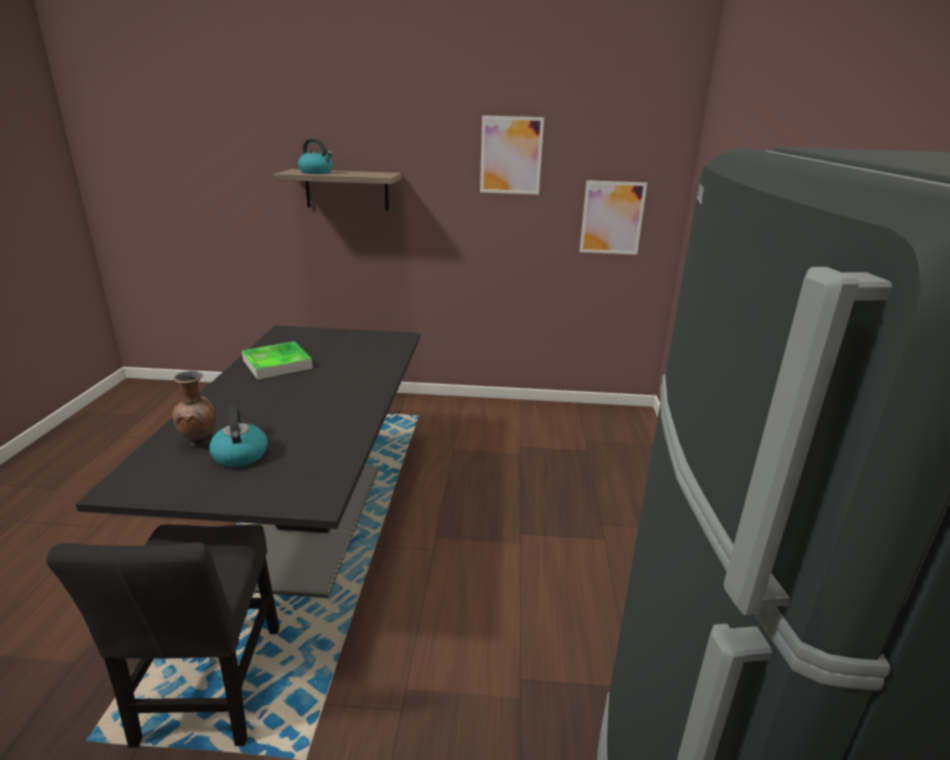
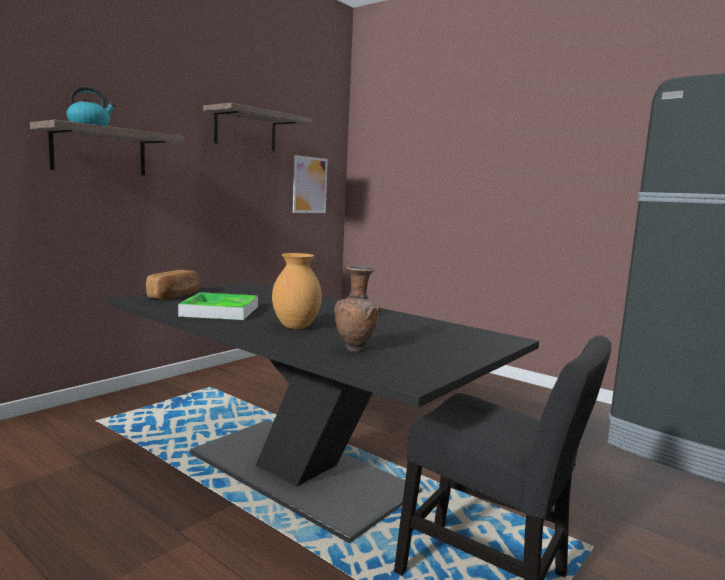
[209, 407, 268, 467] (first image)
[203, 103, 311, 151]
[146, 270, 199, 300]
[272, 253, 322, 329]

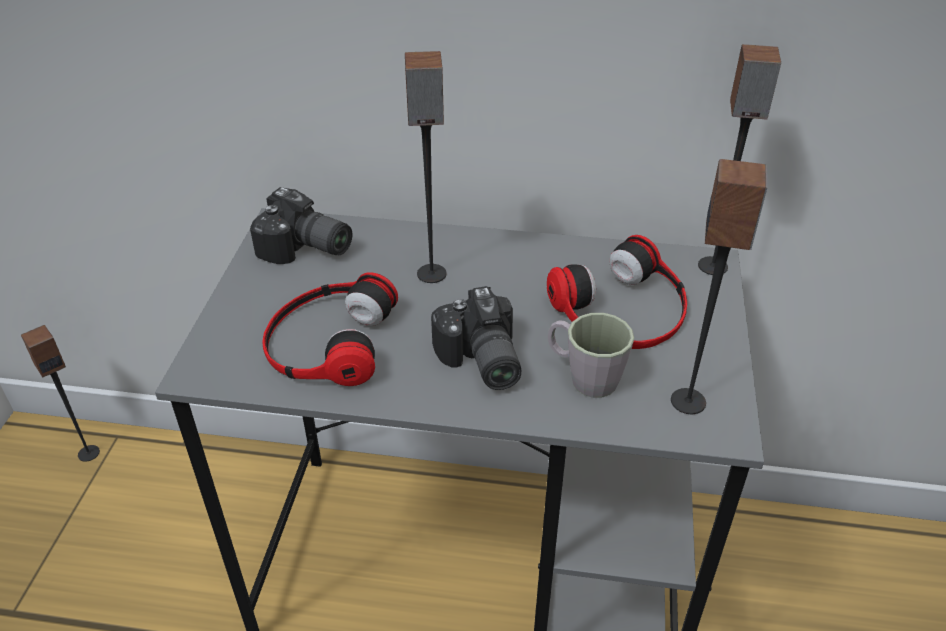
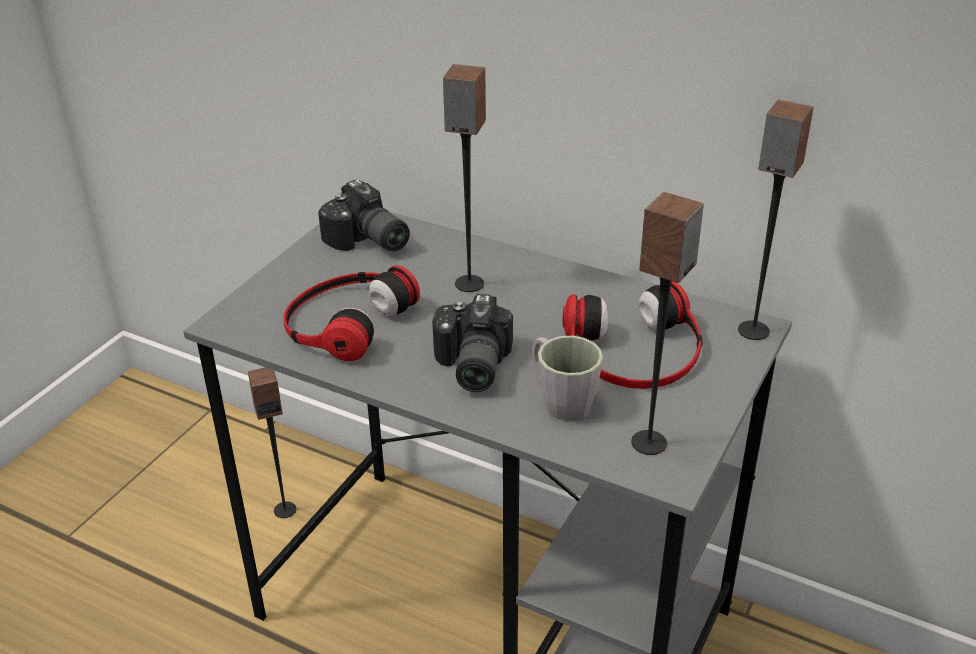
[248, 367, 296, 518]

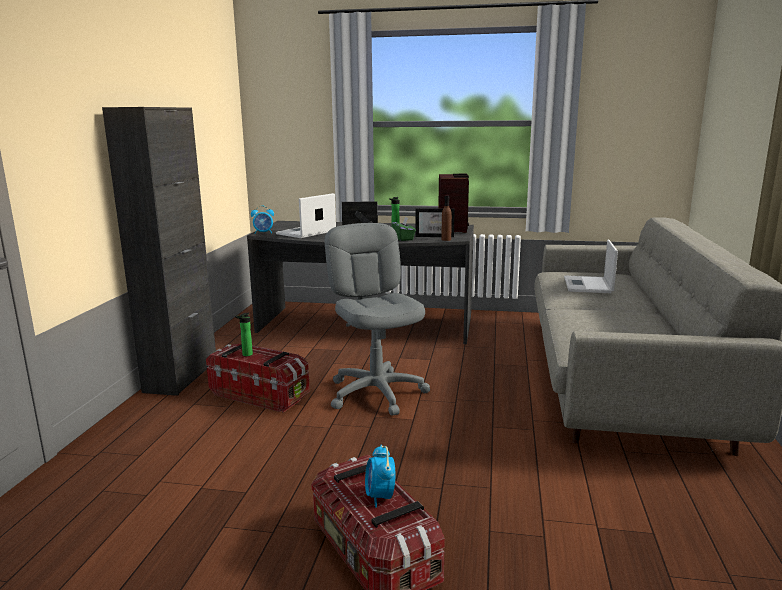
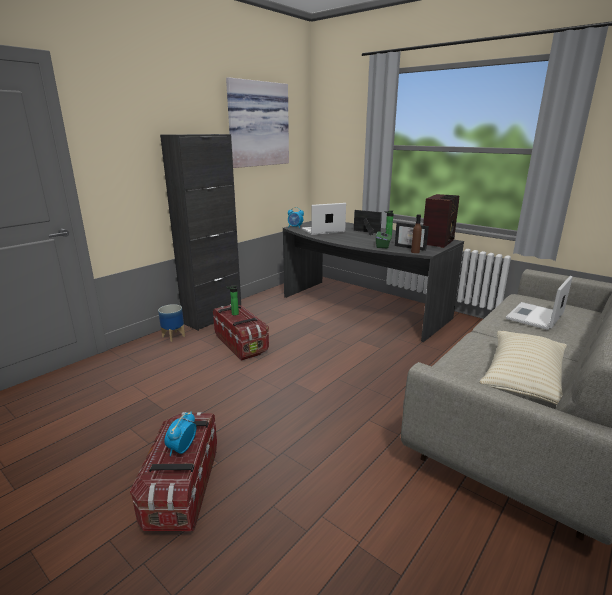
[325, 223, 430, 416] (first image)
[158, 304, 185, 342]
[226, 77, 289, 168]
[479, 331, 567, 405]

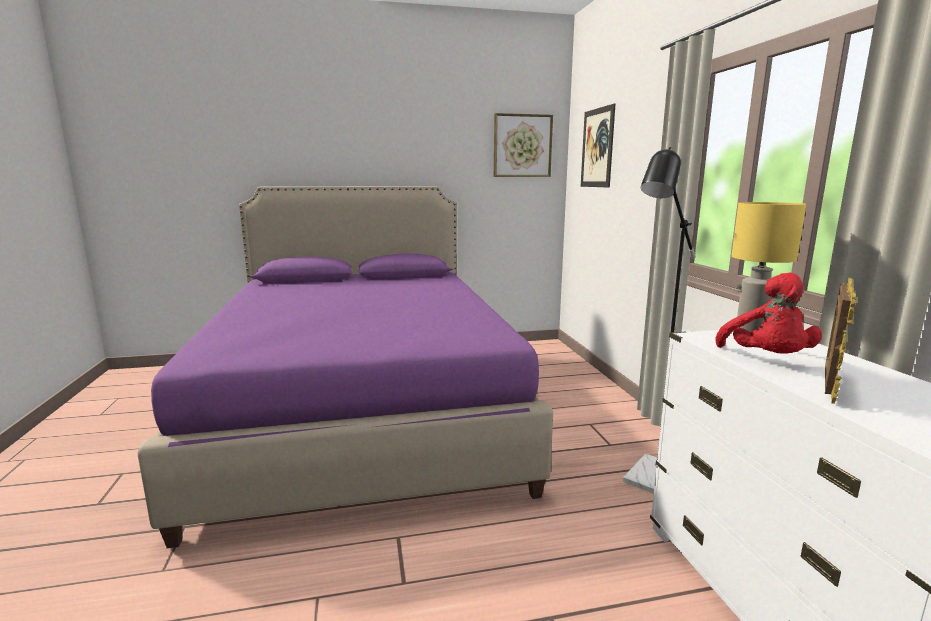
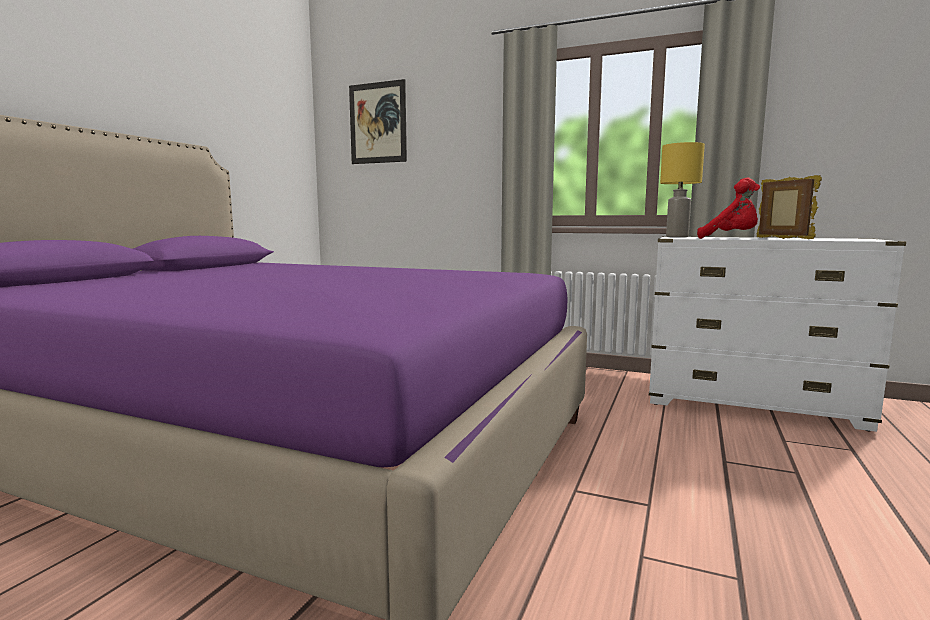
[494, 113, 553, 177] (first image)
[623, 147, 696, 494] (first image)

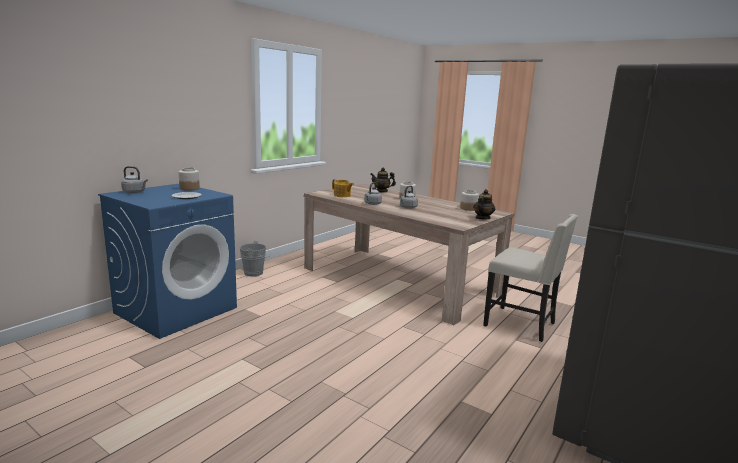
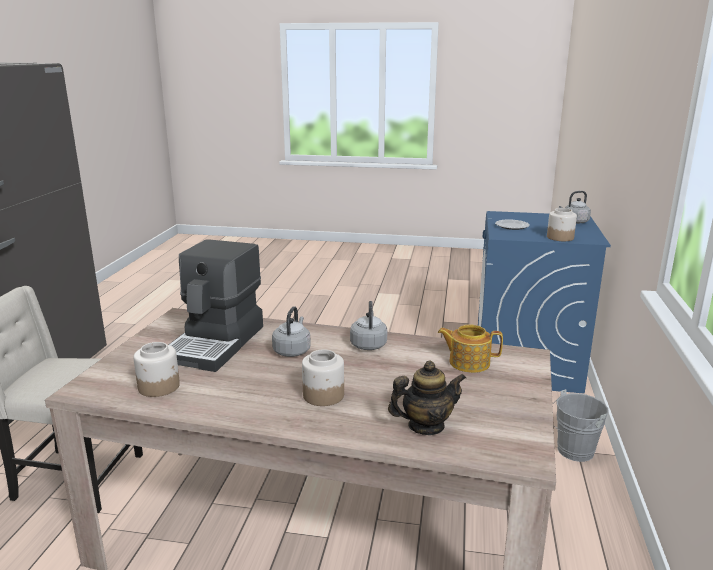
[473, 189, 495, 220] (first image)
[169, 239, 263, 372]

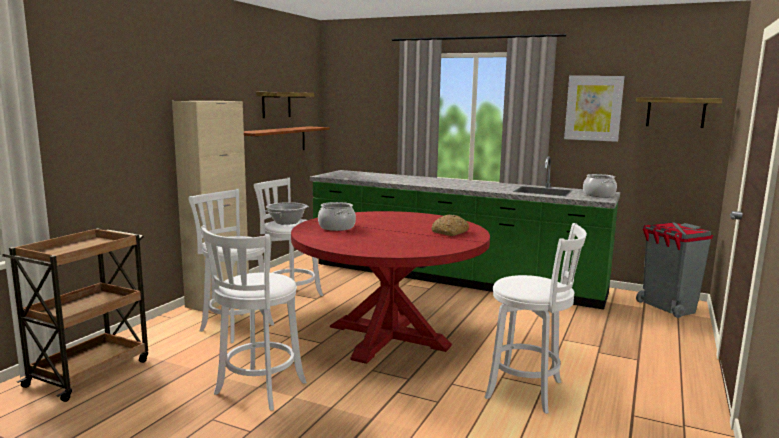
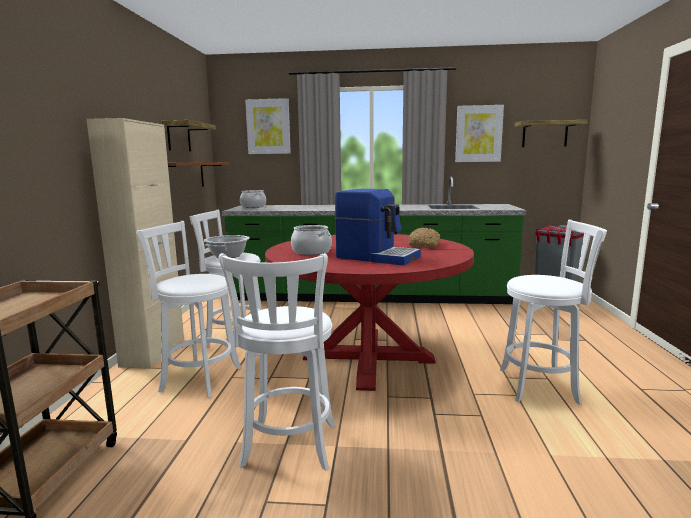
[240, 190, 266, 208]
[245, 98, 291, 154]
[335, 189, 421, 265]

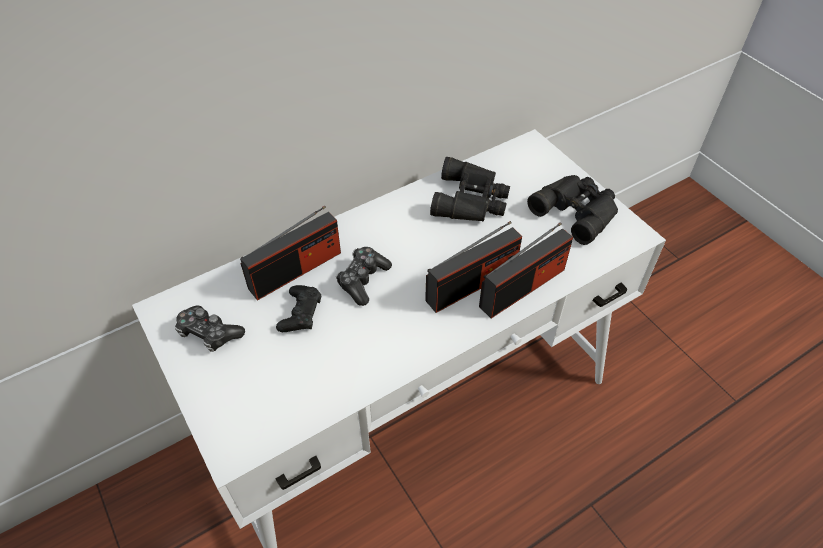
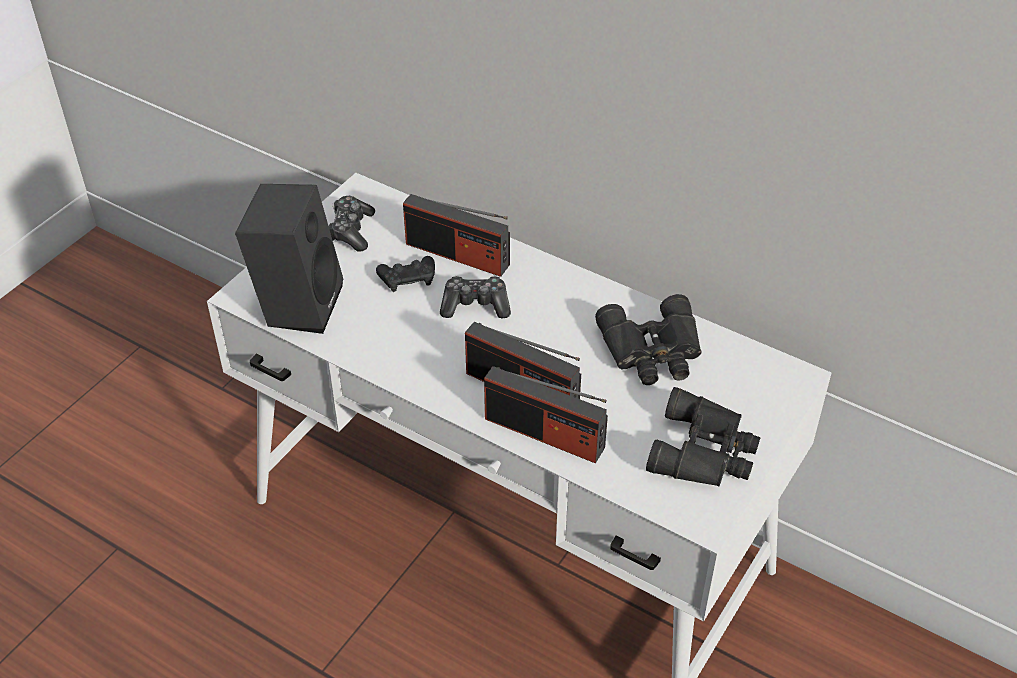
[235, 184, 343, 334]

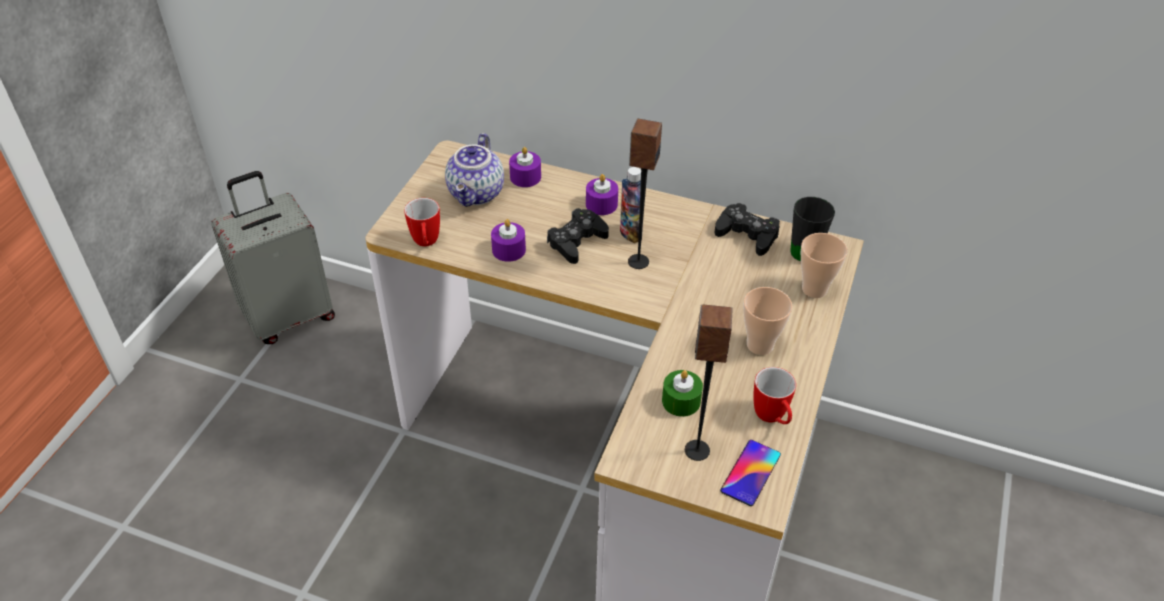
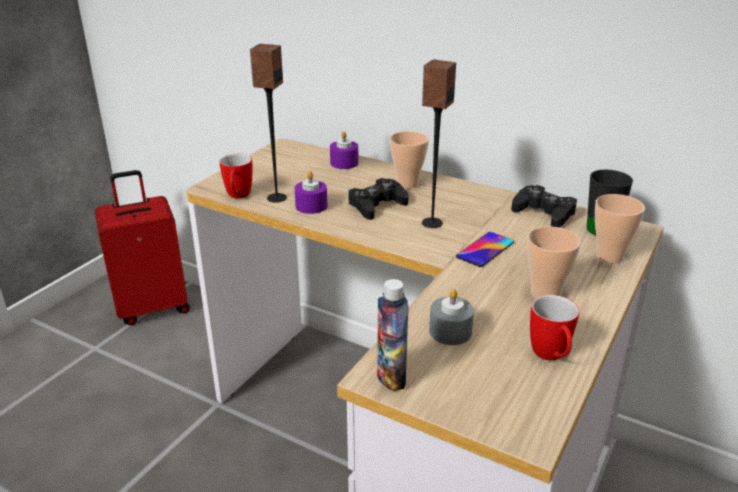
[95, 170, 190, 325]
[445, 133, 504, 207] (first image)
[390, 131, 429, 189]
[377, 279, 408, 391]
[429, 289, 474, 345]
[250, 44, 287, 203]
[456, 232, 514, 267]

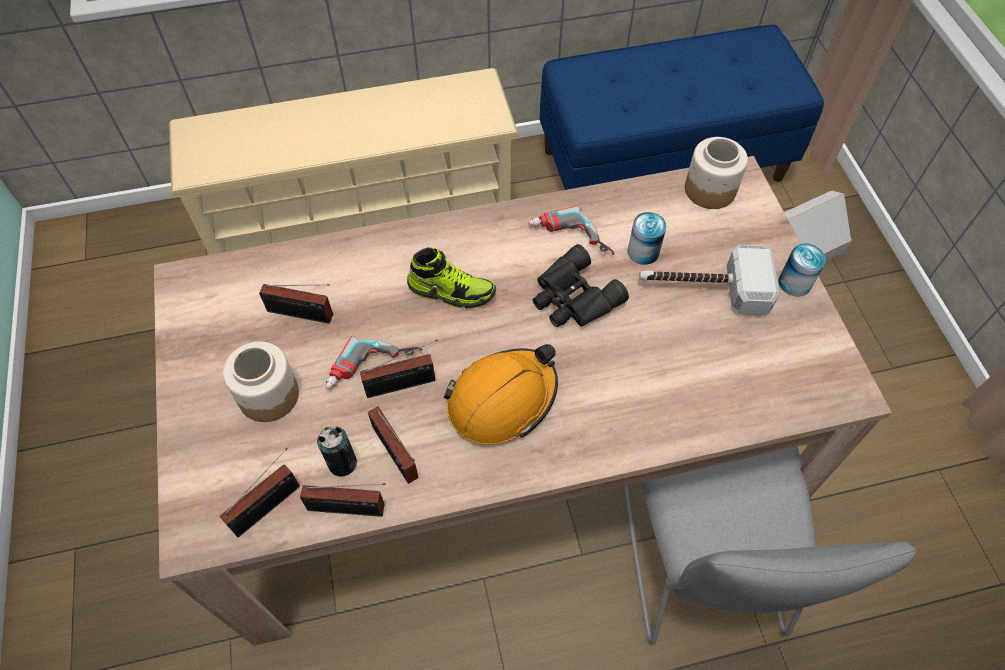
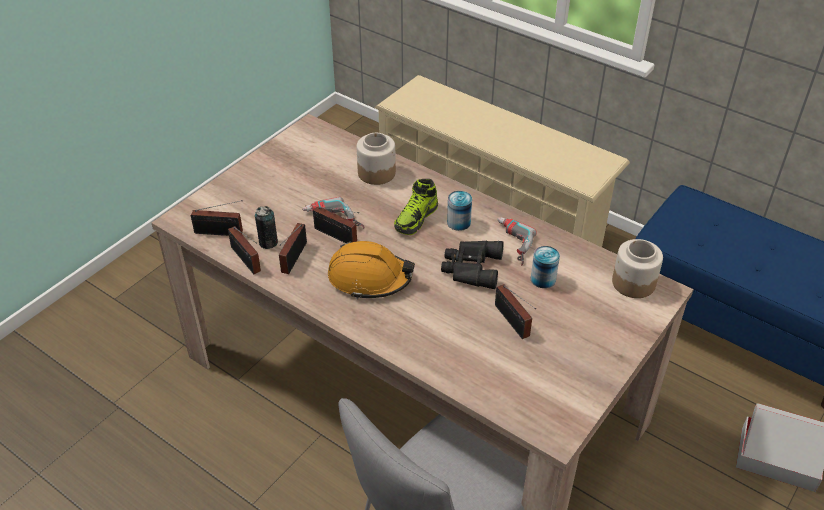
[357, 133, 396, 185]
[495, 284, 536, 339]
[394, 179, 438, 235]
[639, 245, 779, 315] (first image)
[447, 191, 472, 231]

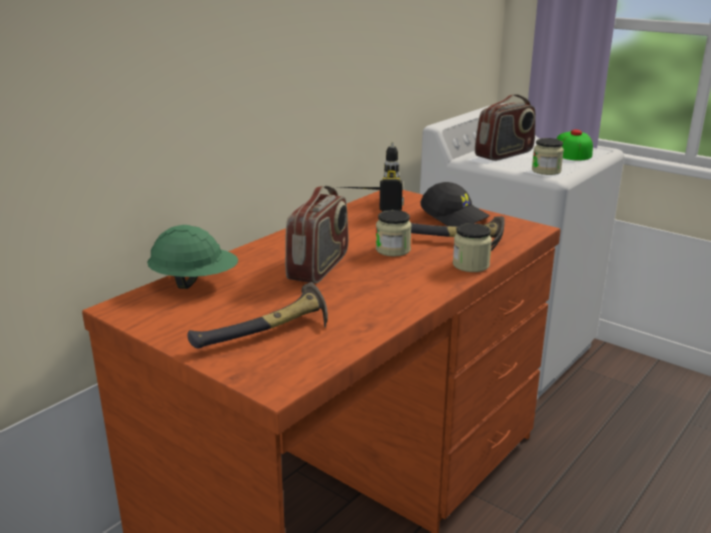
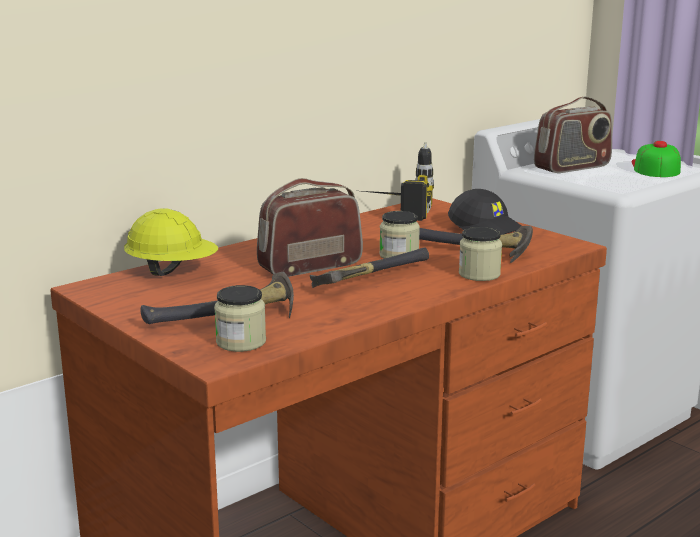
[124, 208, 218, 276]
[257, 178, 363, 277]
[214, 285, 266, 352]
[310, 247, 429, 288]

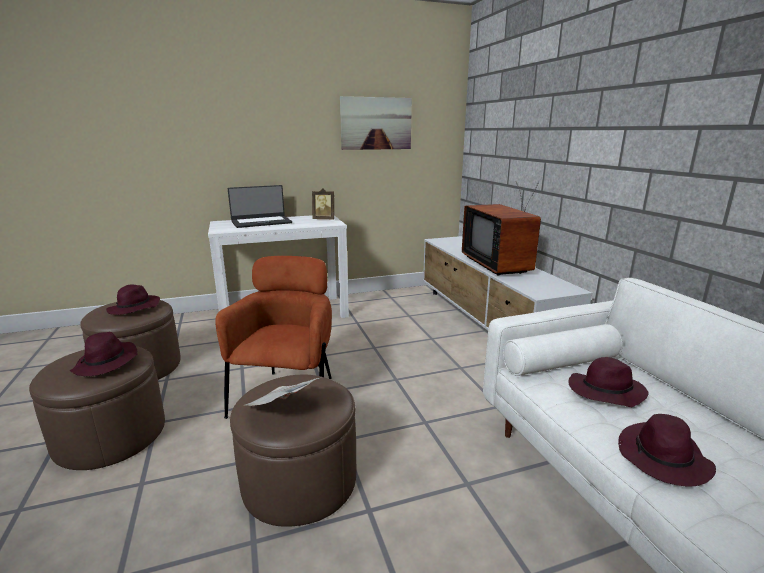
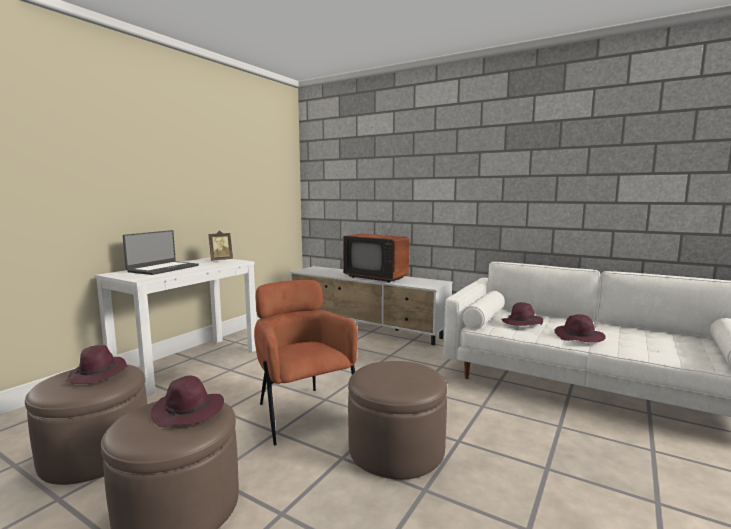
[245, 378, 319, 406] (first image)
[340, 96, 412, 150] (first image)

